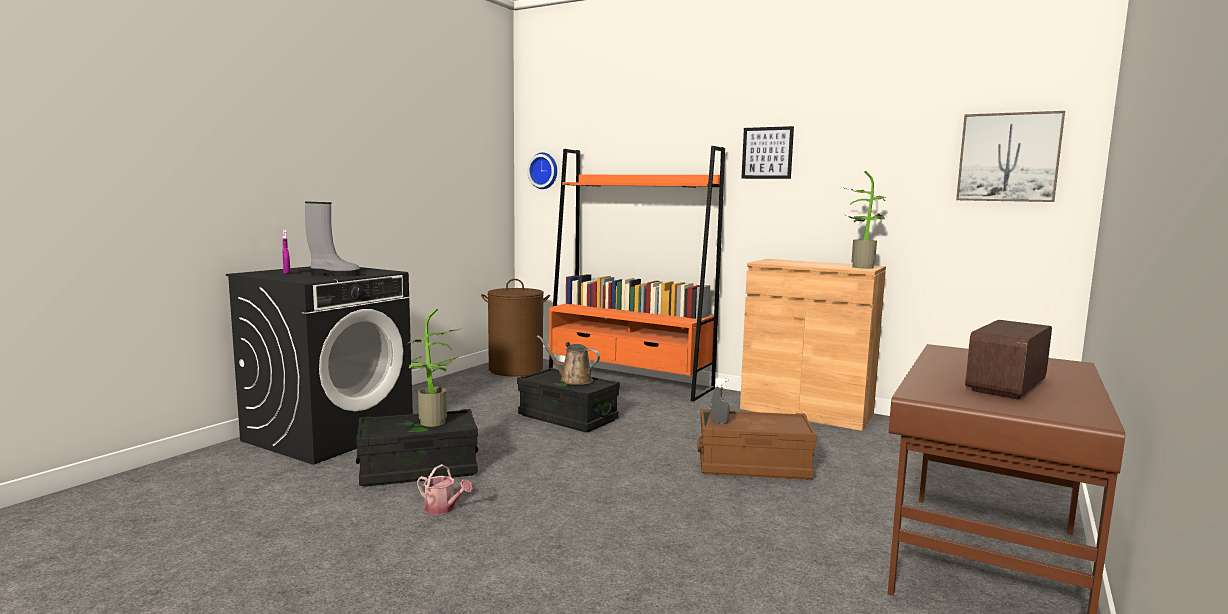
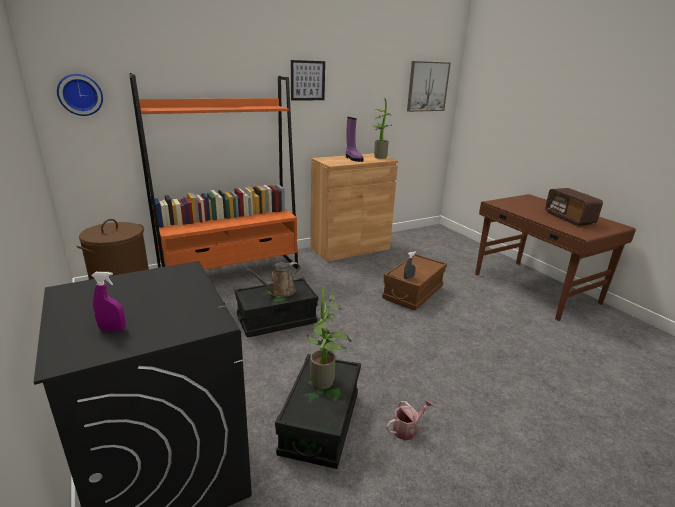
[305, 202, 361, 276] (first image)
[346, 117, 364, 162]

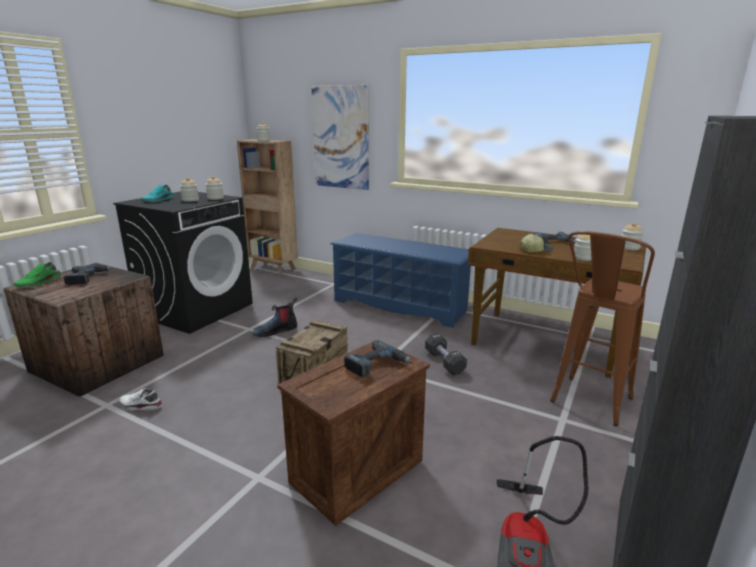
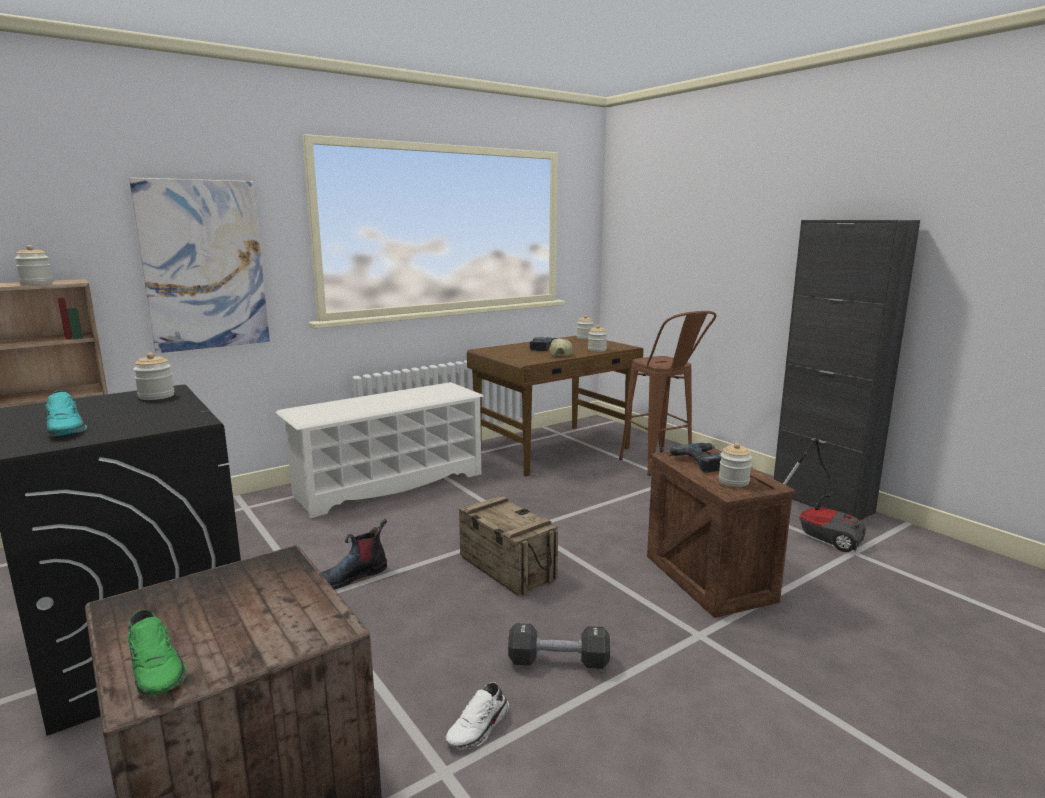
[63, 265, 112, 285] (first image)
[719, 443, 752, 487]
[321, 519, 387, 589]
[276, 382, 484, 518]
[508, 623, 610, 669]

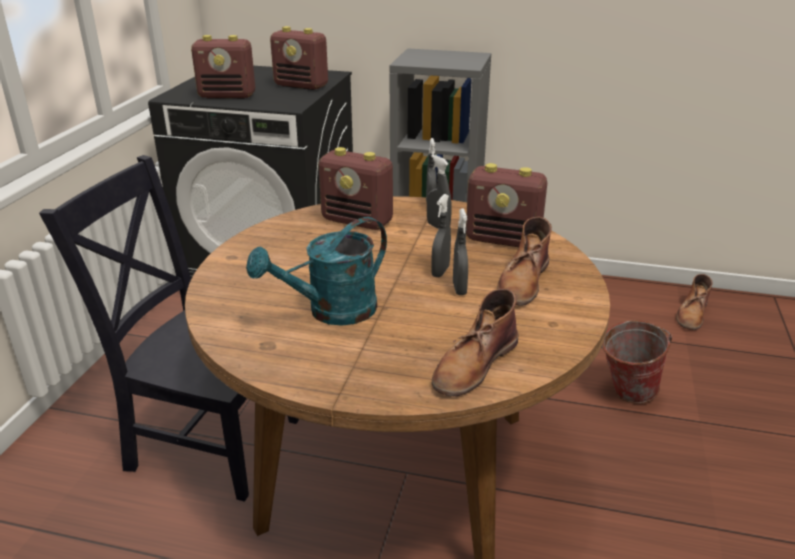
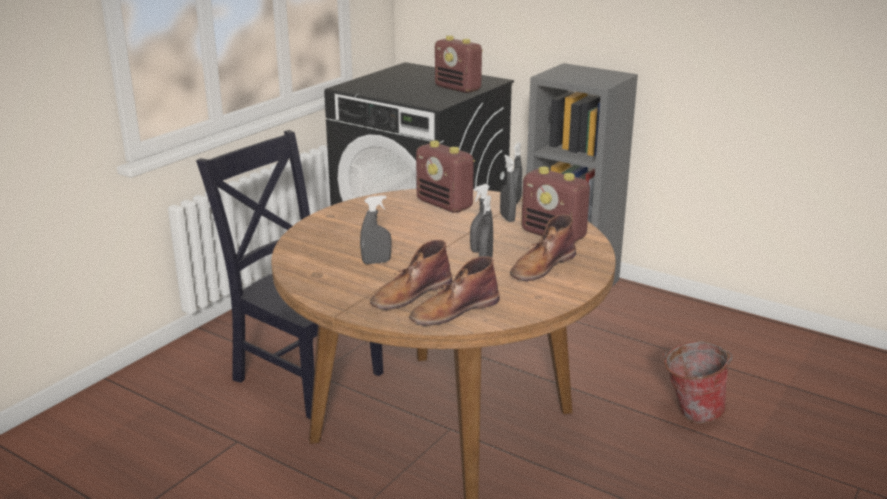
[191, 35, 255, 99] (first image)
[360, 195, 392, 264]
[370, 240, 452, 310]

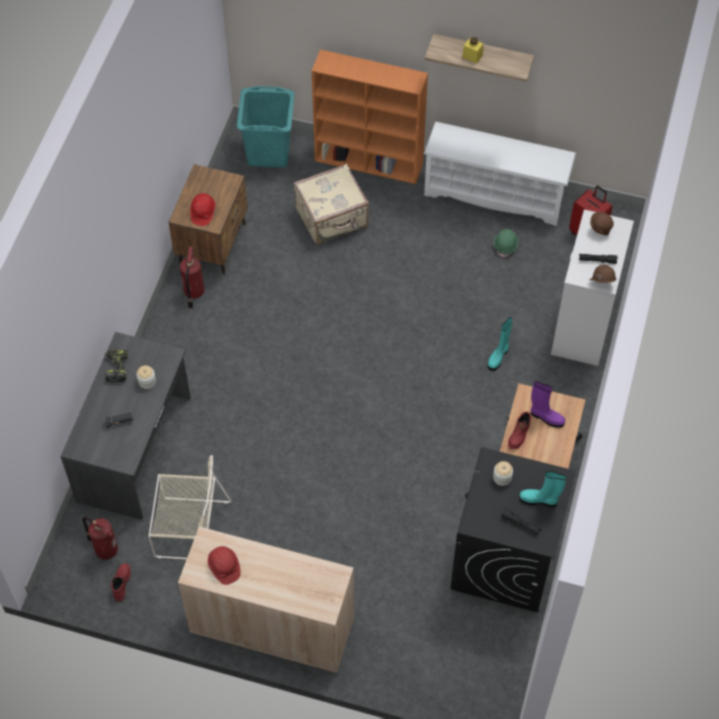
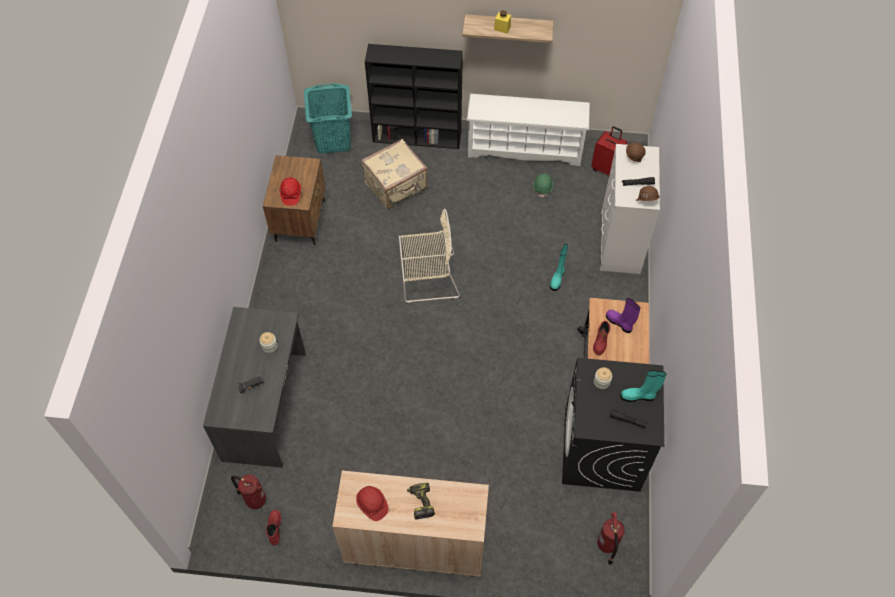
[407, 483, 435, 519]
[399, 209, 460, 303]
[597, 512, 625, 565]
[365, 44, 463, 149]
[606, 298, 640, 333]

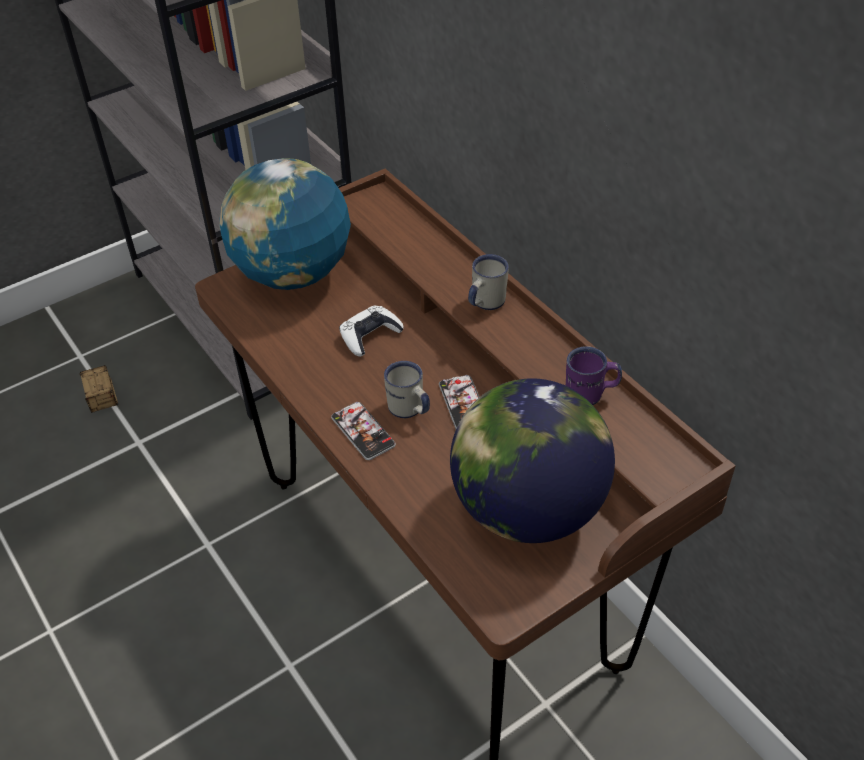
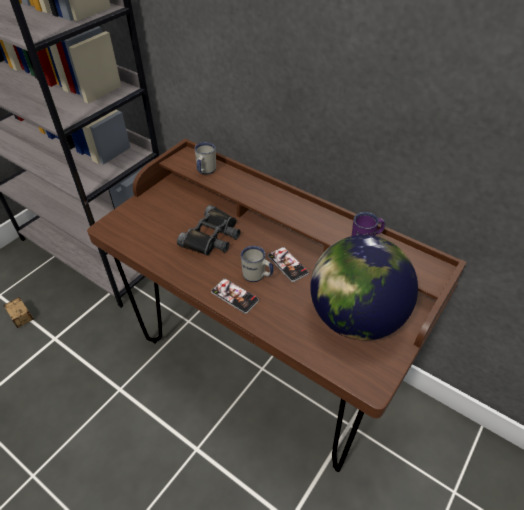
[219, 158, 351, 290] (first image)
[177, 205, 241, 256]
[195, 142, 216, 175]

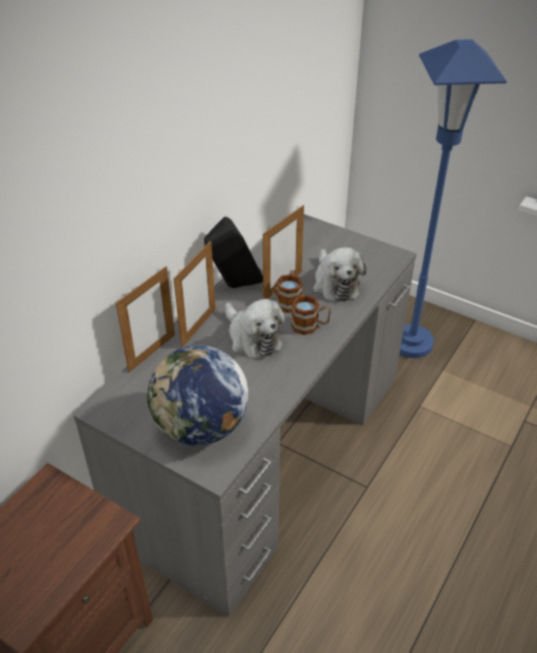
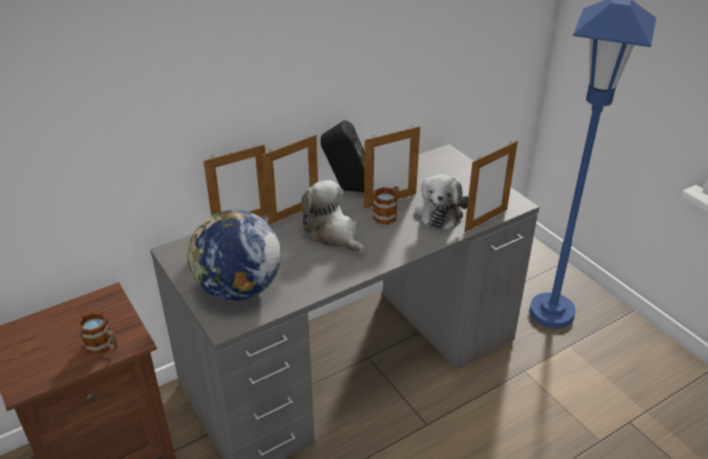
[301, 180, 364, 253]
[77, 312, 117, 355]
[464, 141, 518, 232]

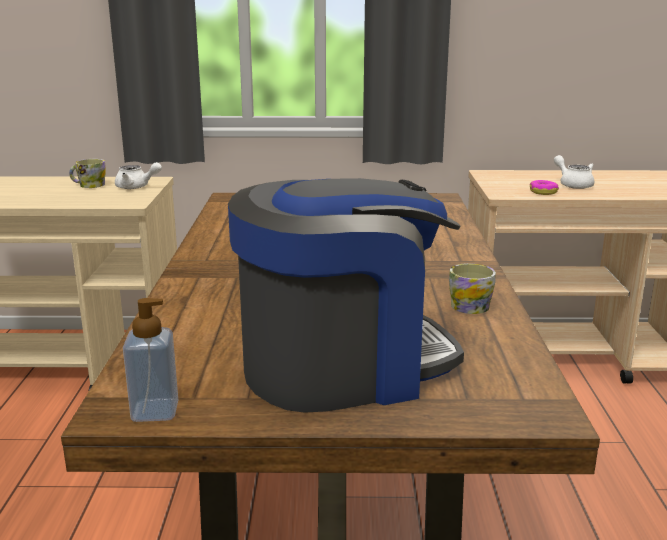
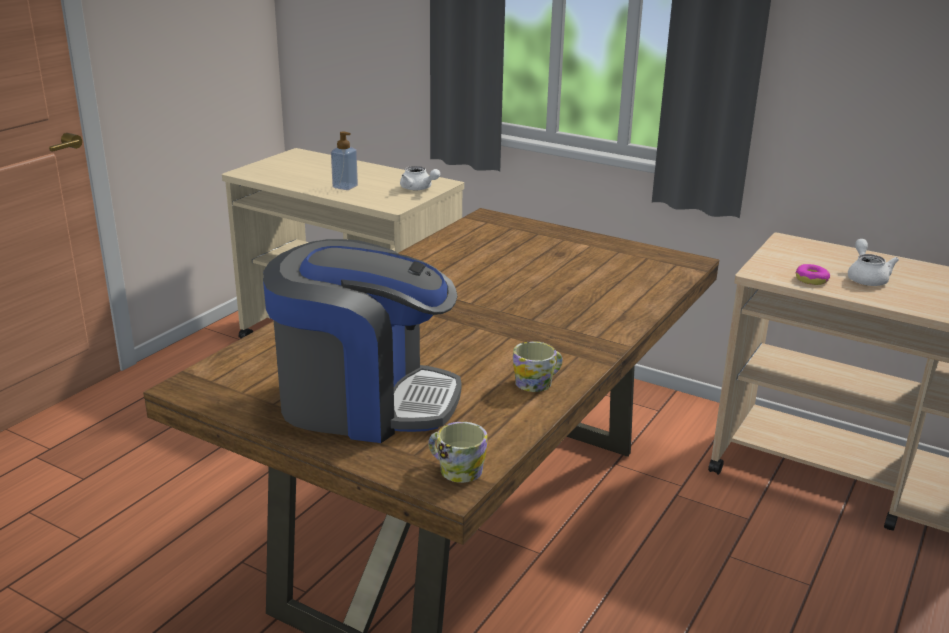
[428, 422, 488, 483]
[331, 131, 358, 190]

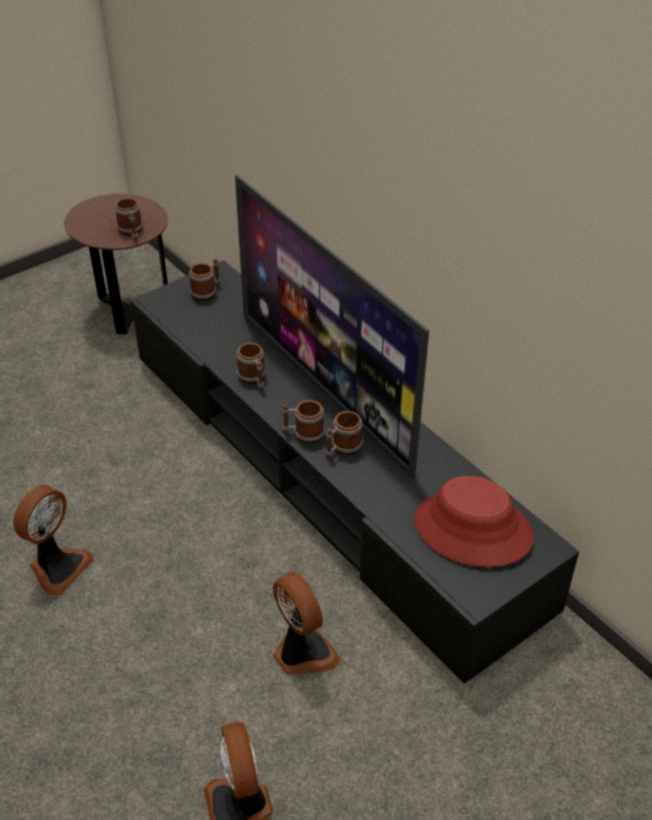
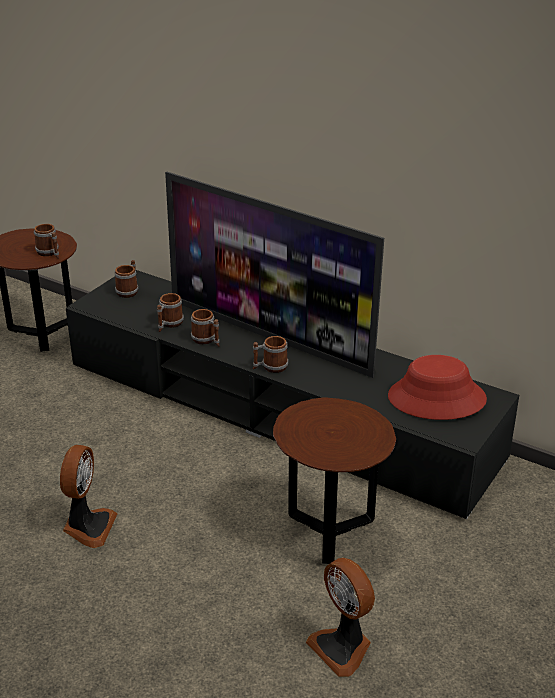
[273, 397, 396, 564]
[157, 293, 184, 332]

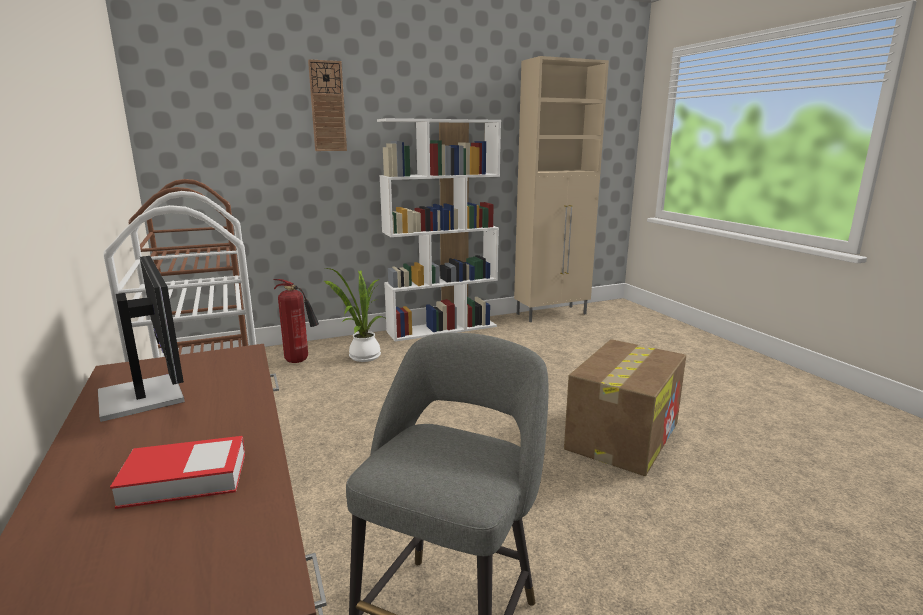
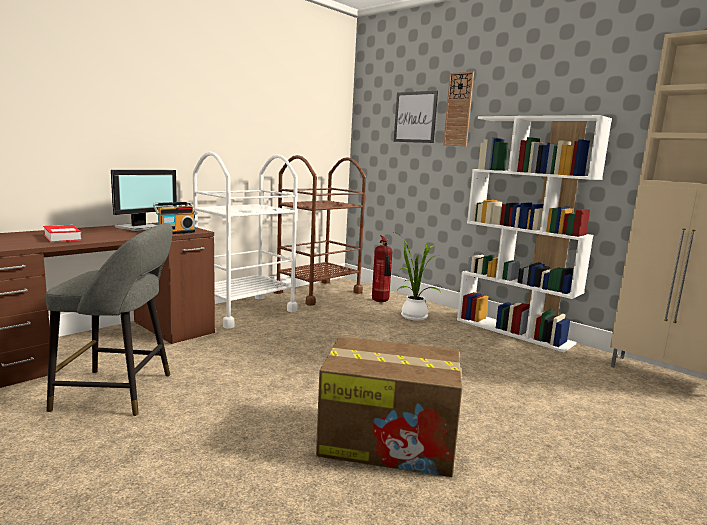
[153, 202, 195, 234]
[394, 91, 438, 143]

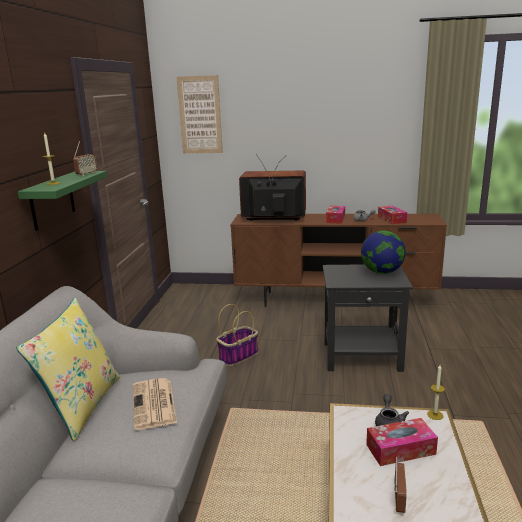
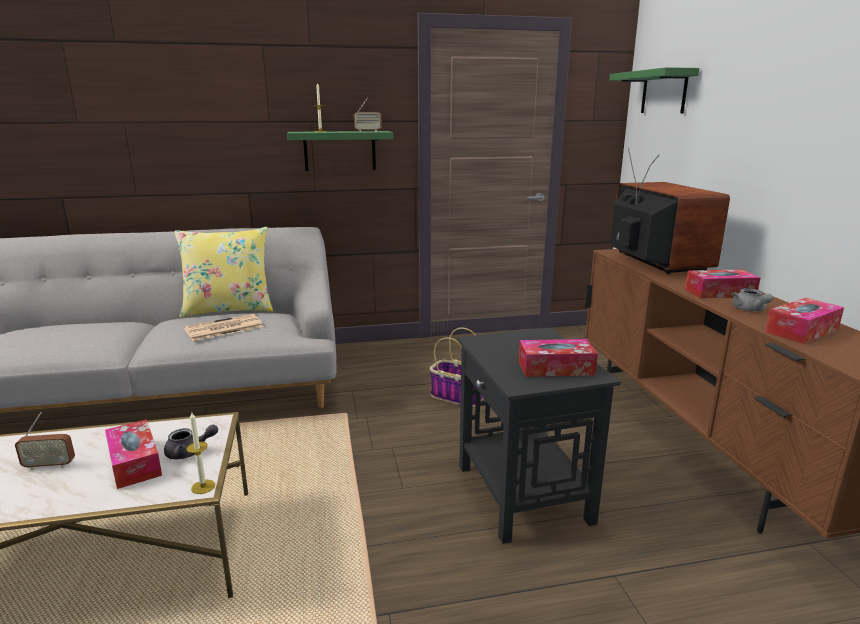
[609, 67, 699, 113]
[519, 339, 598, 377]

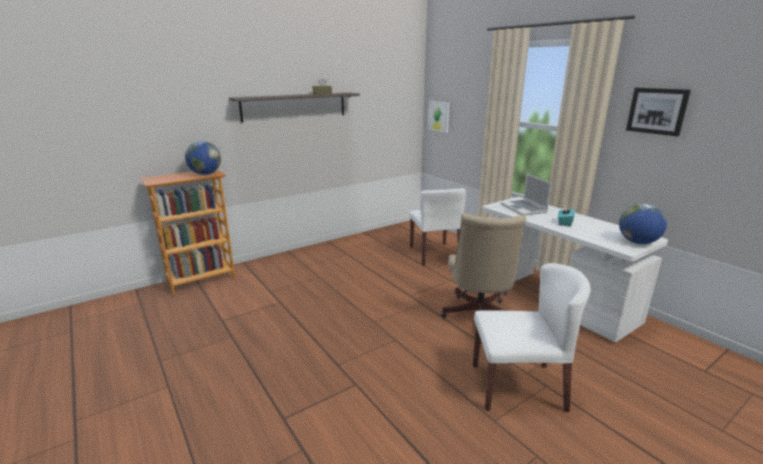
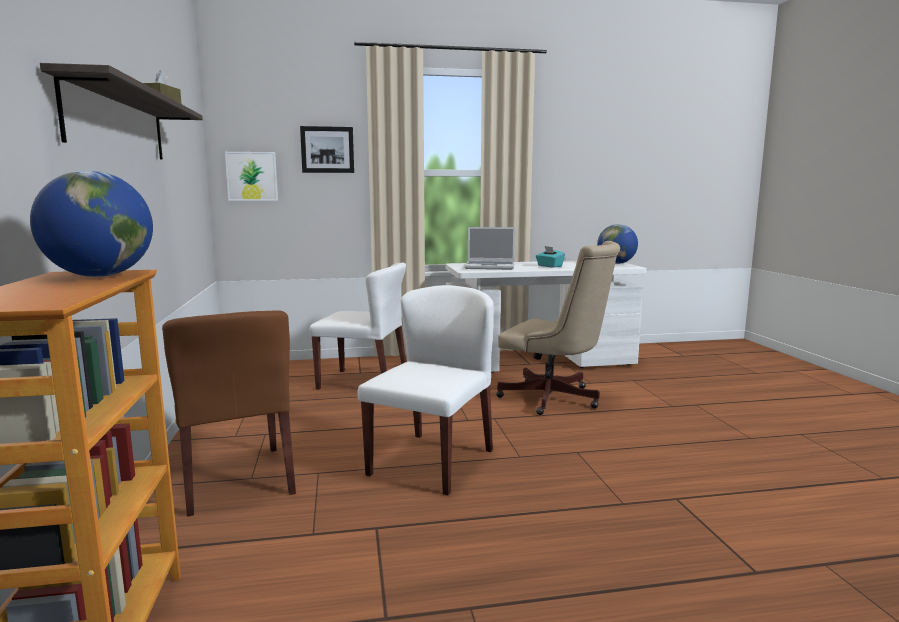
[357, 285, 494, 495]
[300, 126, 354, 173]
[162, 310, 296, 517]

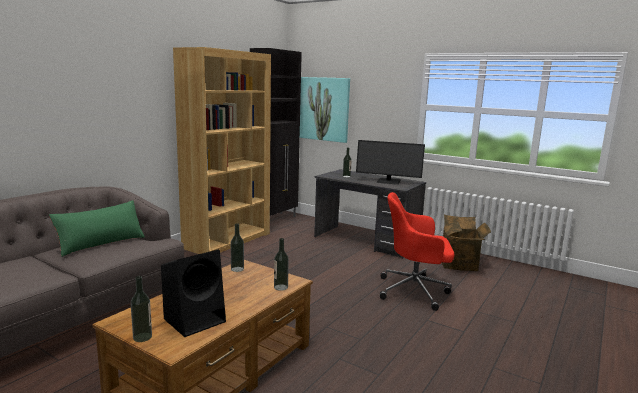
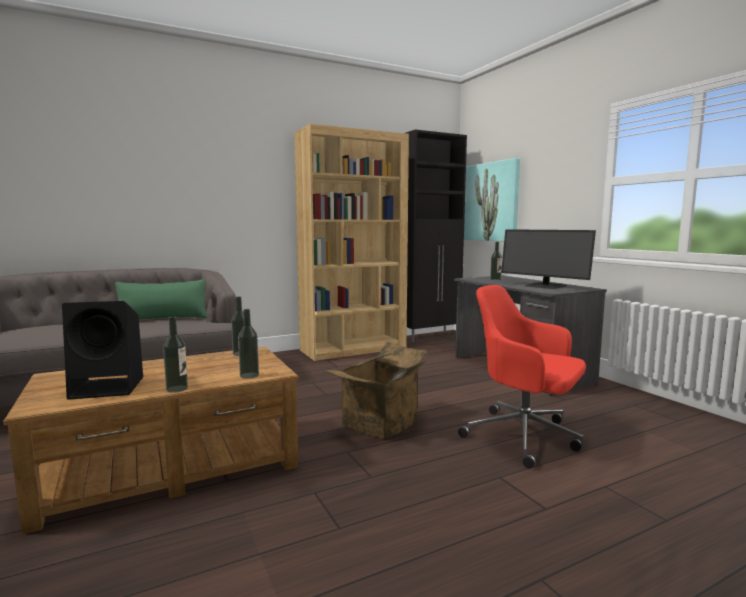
[163, 316, 188, 393]
[325, 342, 428, 440]

